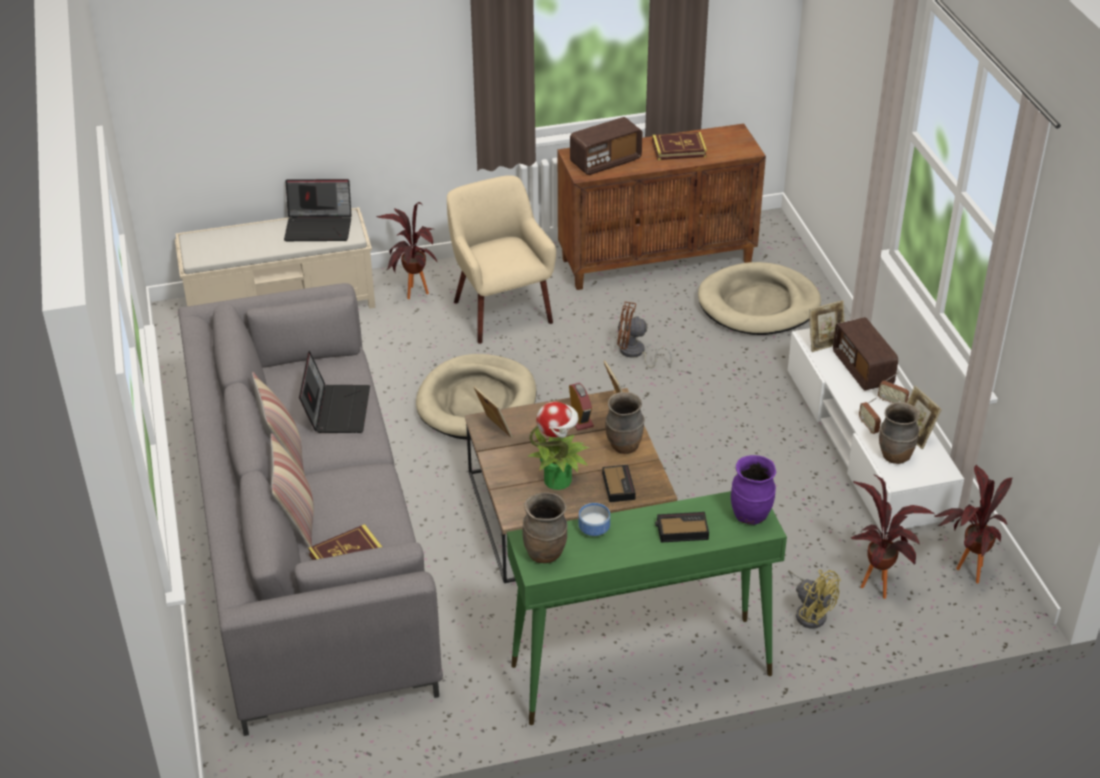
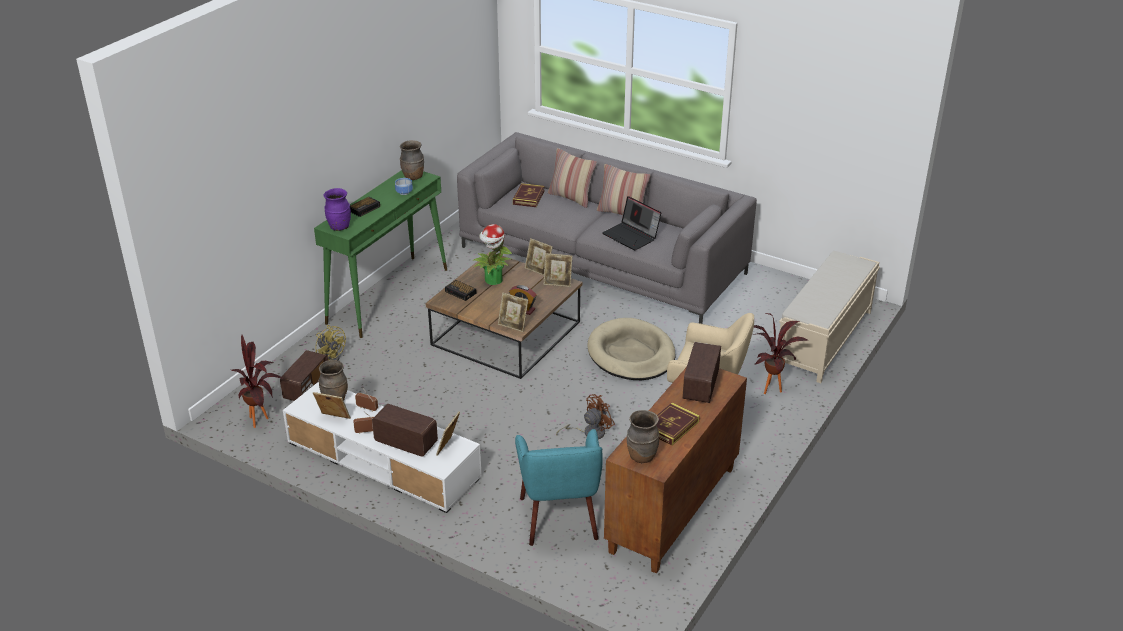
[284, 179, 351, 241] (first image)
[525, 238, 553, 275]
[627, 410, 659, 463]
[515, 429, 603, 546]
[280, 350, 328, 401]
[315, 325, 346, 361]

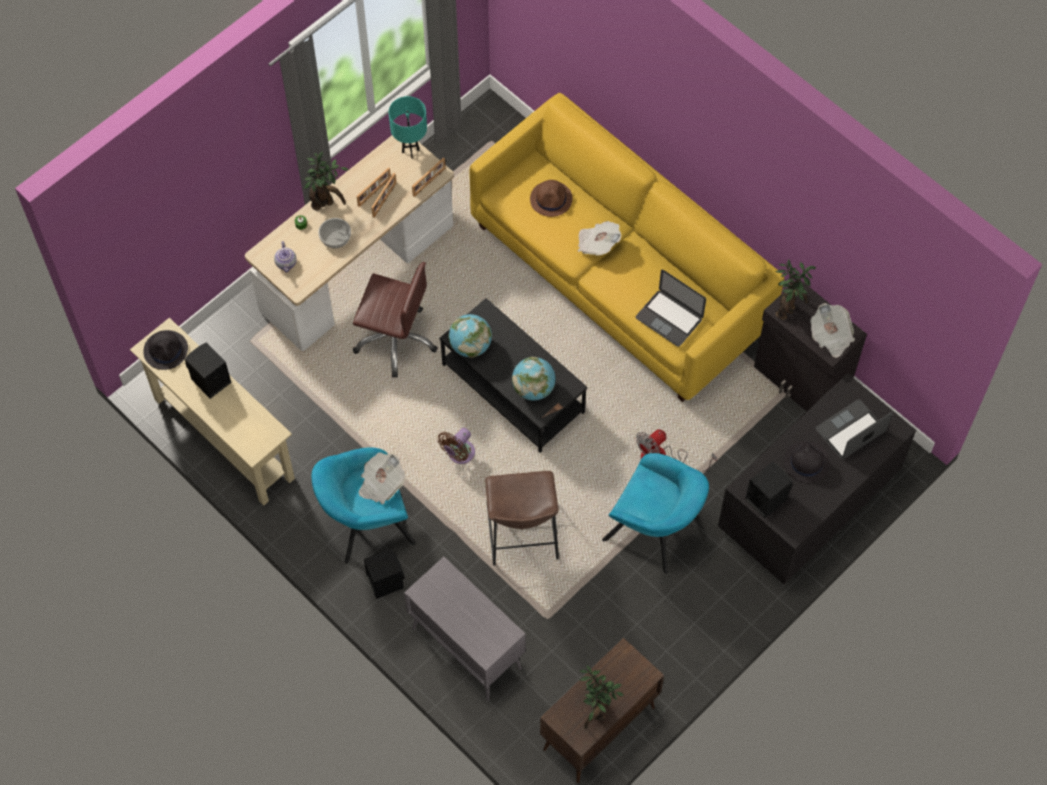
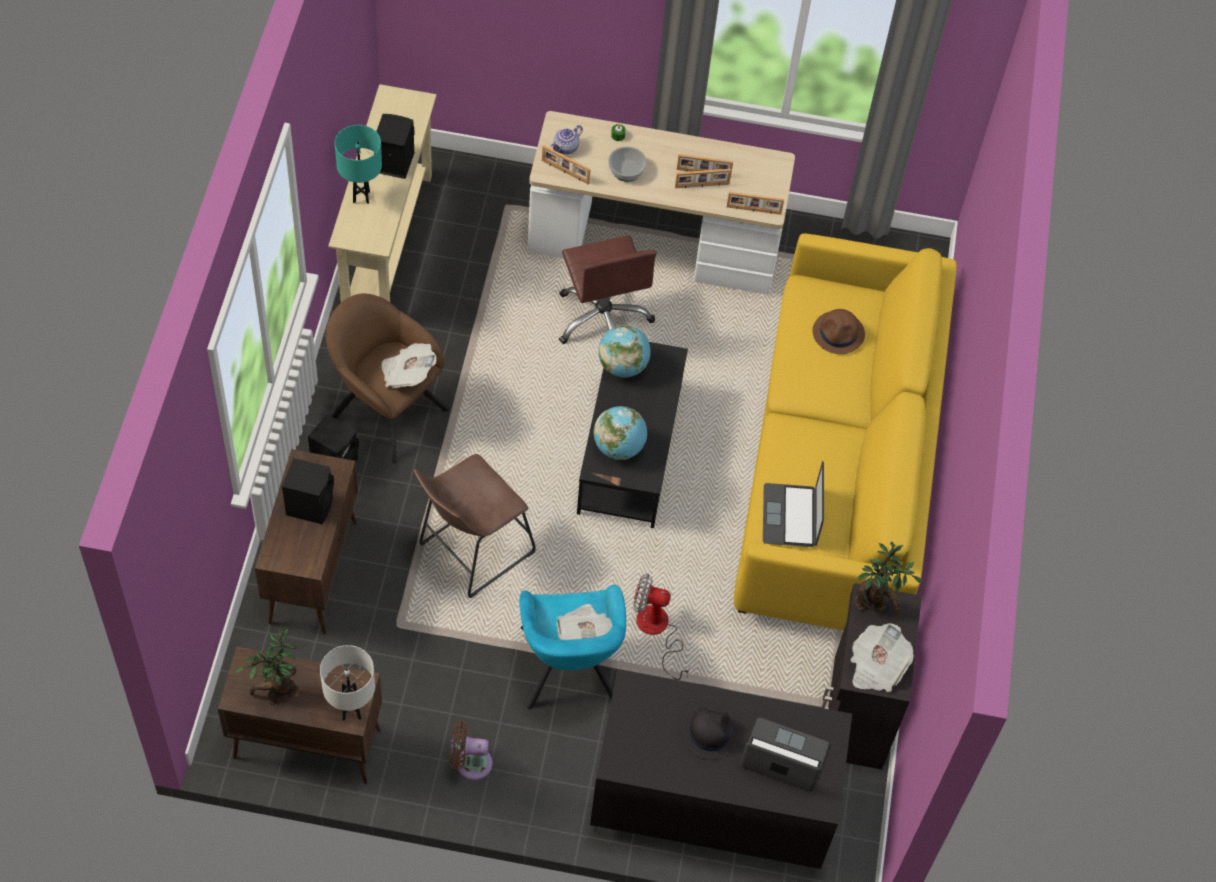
[143, 330, 188, 370] (first image)
[304, 152, 348, 211] (first image)
[320, 645, 375, 721]
[542, 145, 591, 185]
[335, 125, 382, 204]
[450, 721, 493, 780]
[556, 604, 613, 640]
[282, 458, 334, 524]
[326, 293, 450, 464]
[255, 449, 358, 634]

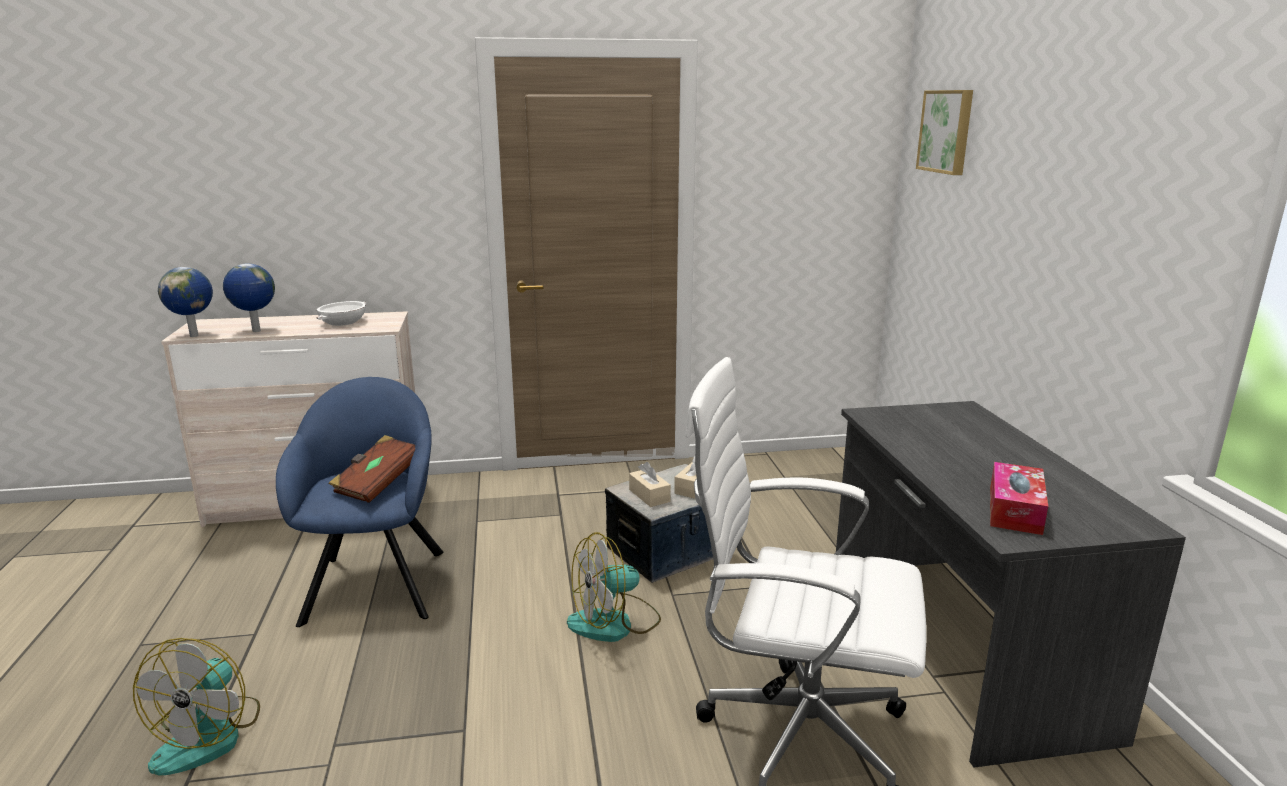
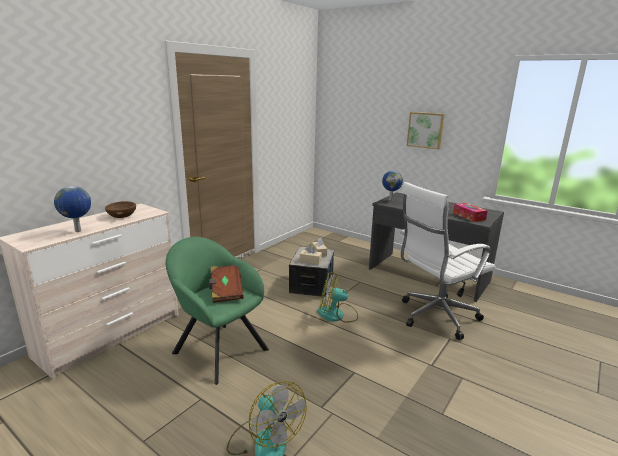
[382, 171, 403, 201]
[407, 112, 444, 149]
[165, 237, 269, 385]
[105, 201, 136, 218]
[318, 272, 358, 323]

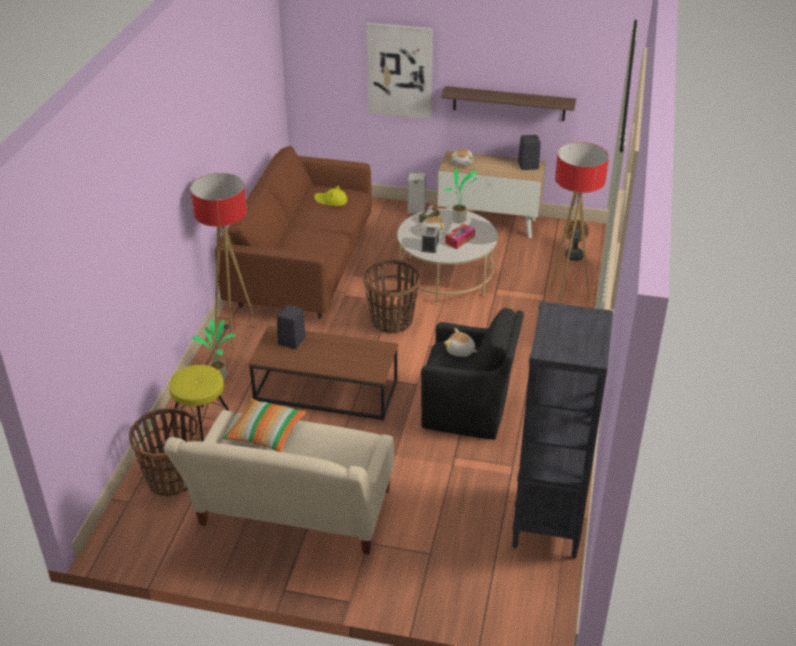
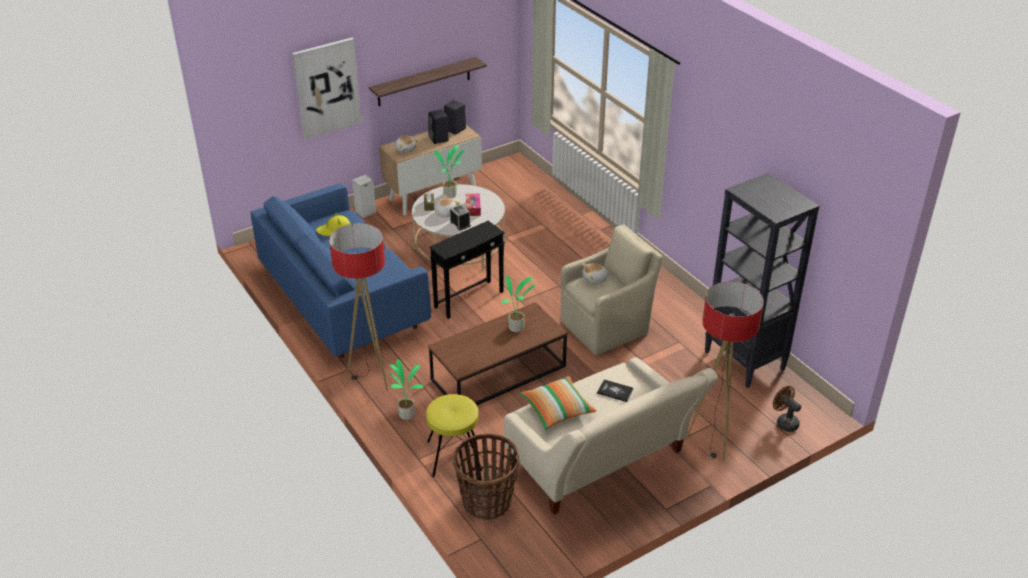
[502, 276, 536, 332]
[597, 379, 633, 402]
[428, 109, 449, 144]
[686, 281, 764, 461]
[773, 386, 801, 432]
[429, 221, 505, 319]
[250, 183, 431, 358]
[561, 224, 663, 355]

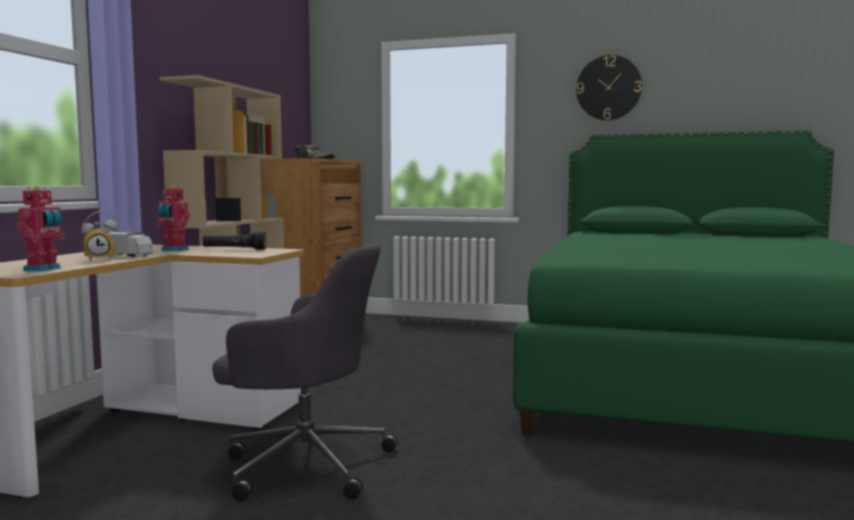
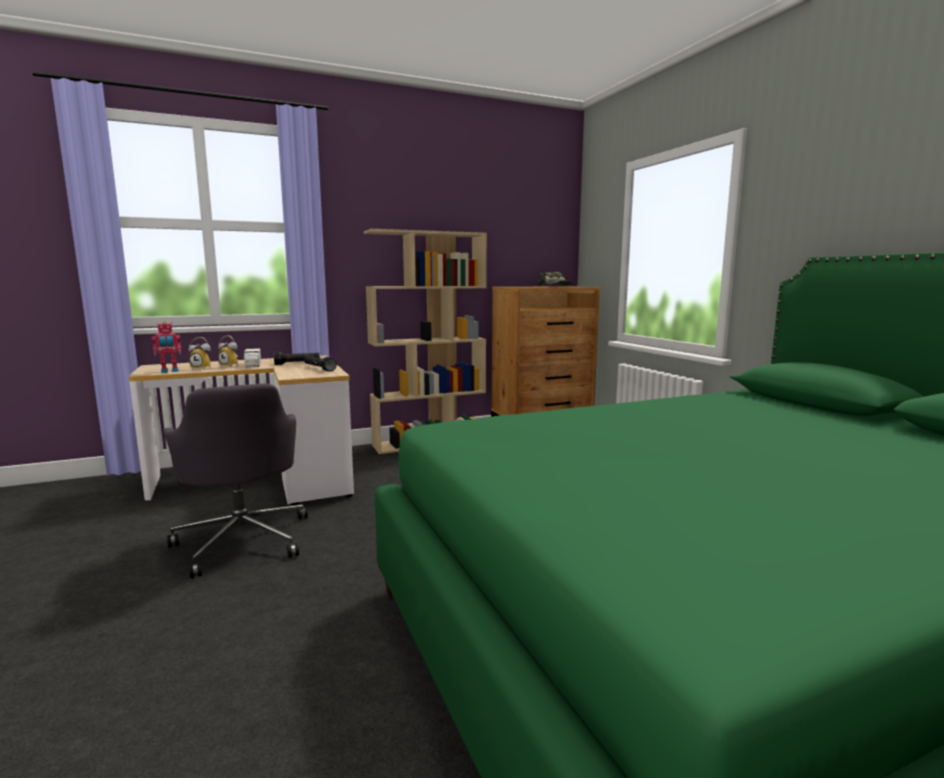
[576, 55, 642, 120] (first image)
[189, 337, 211, 370]
[274, 352, 320, 365]

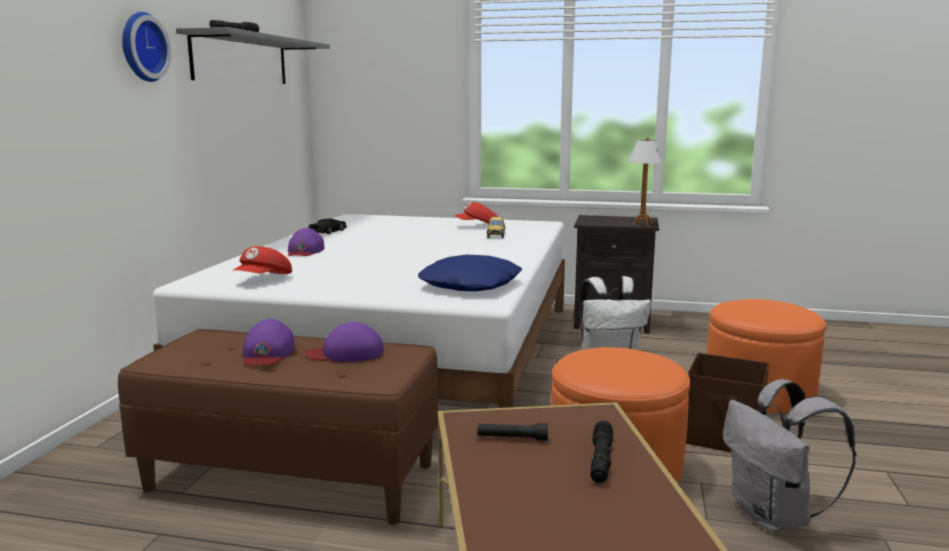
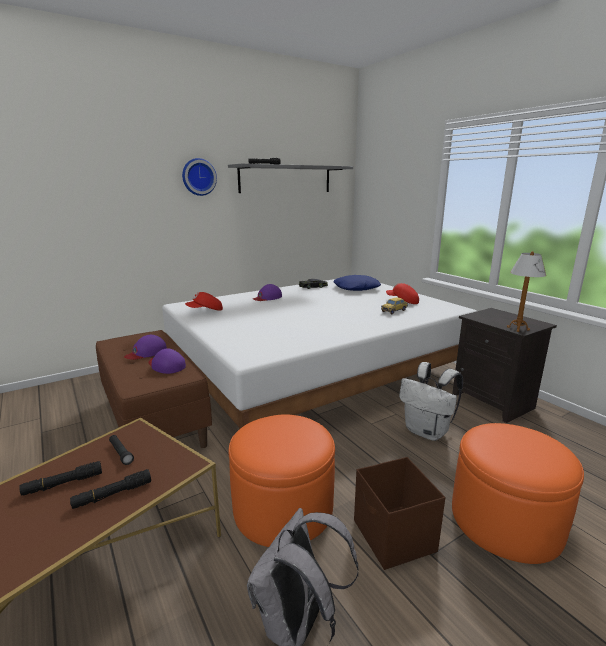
[19, 461, 102, 496]
[334, 275, 381, 291]

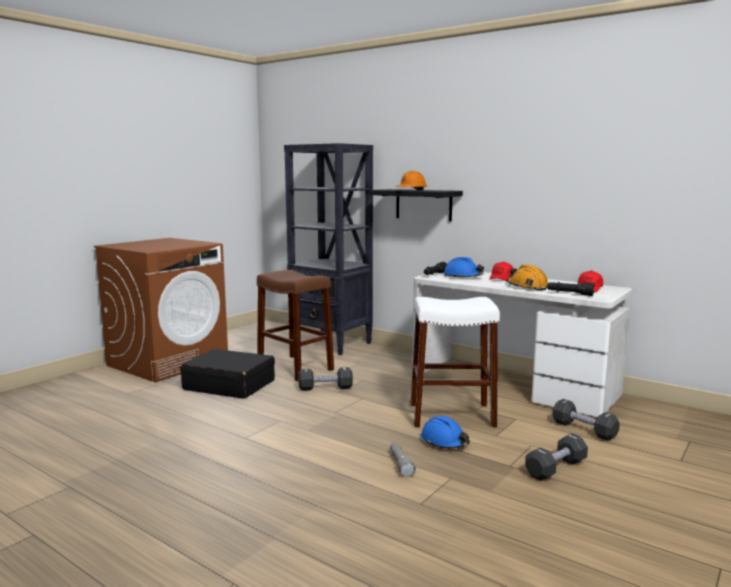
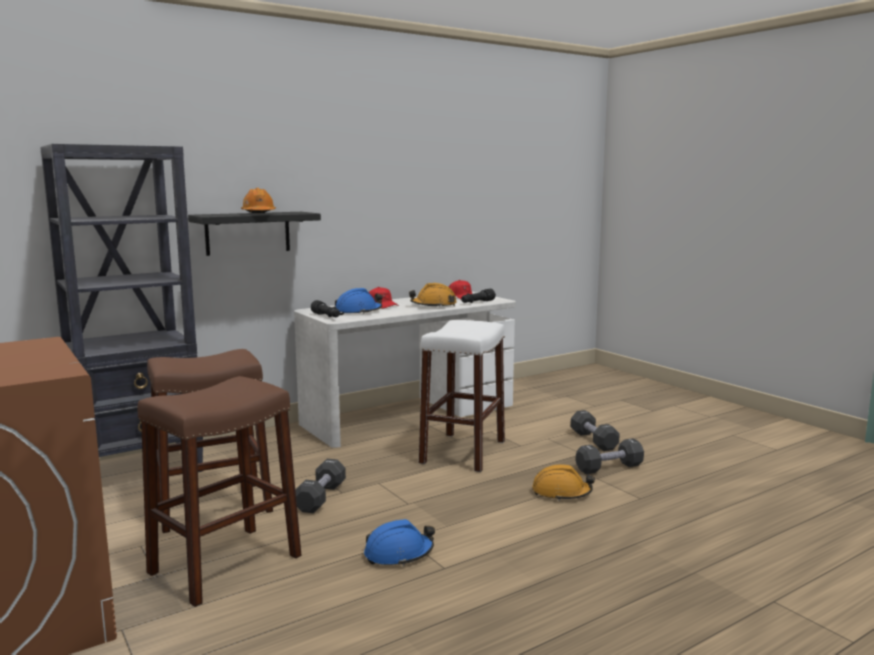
[364, 519, 435, 566]
[576, 438, 644, 474]
[137, 376, 301, 607]
[532, 464, 595, 501]

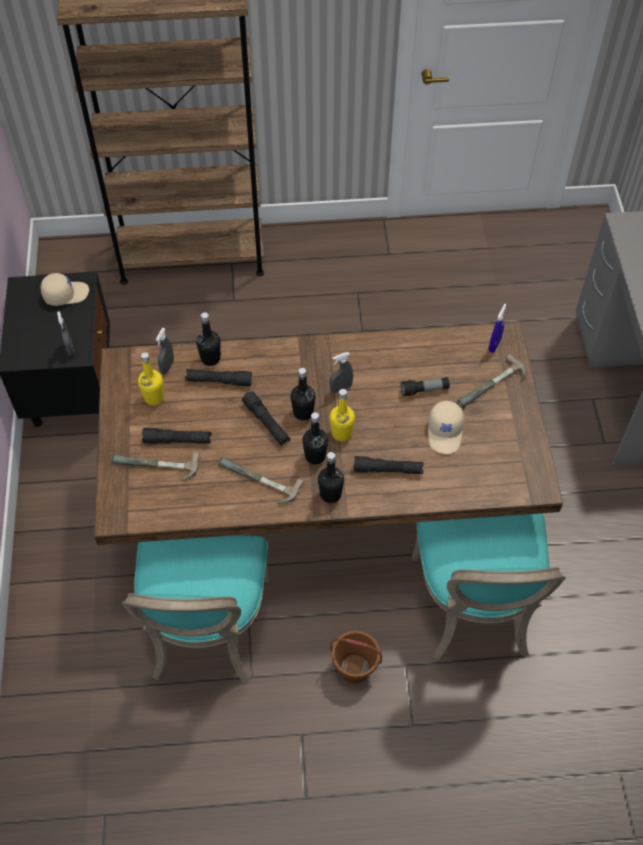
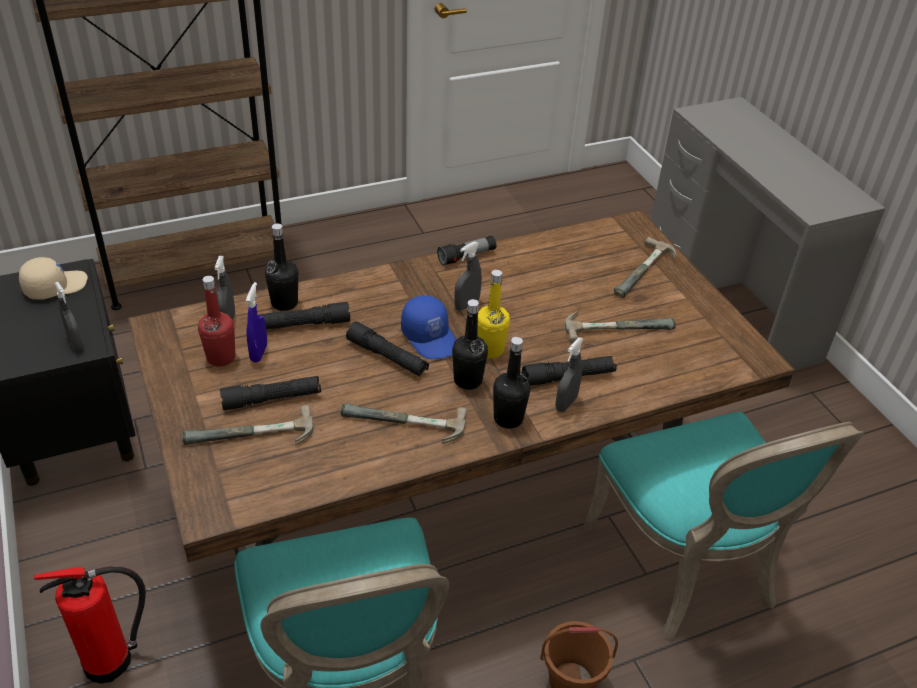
[34, 566, 146, 684]
[555, 337, 584, 412]
[437, 235, 496, 266]
[246, 282, 267, 363]
[401, 295, 456, 359]
[565, 311, 676, 343]
[198, 276, 235, 367]

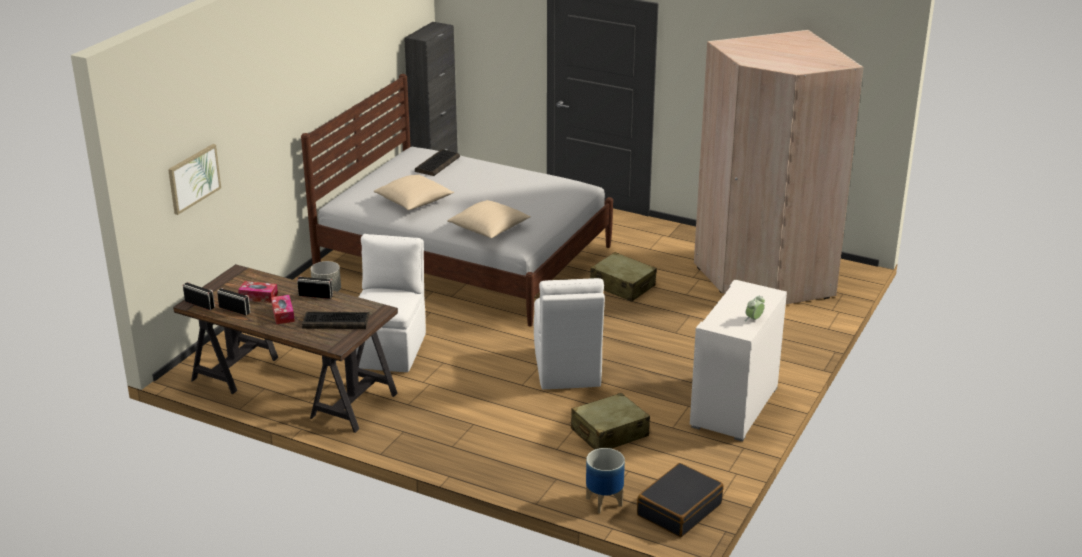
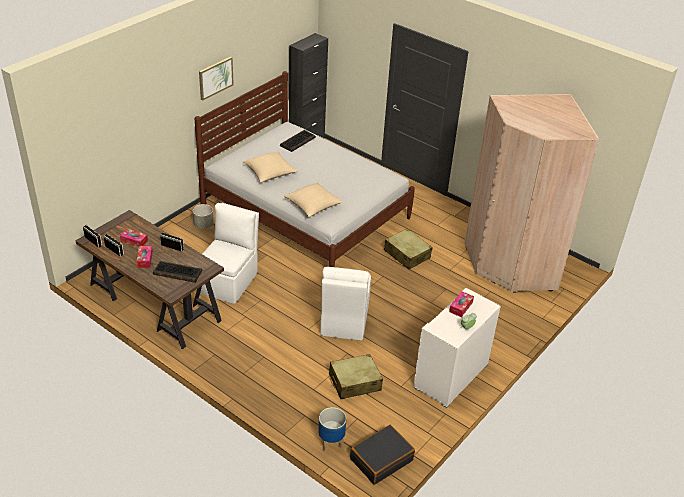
[449, 291, 474, 317]
[199, 57, 234, 101]

